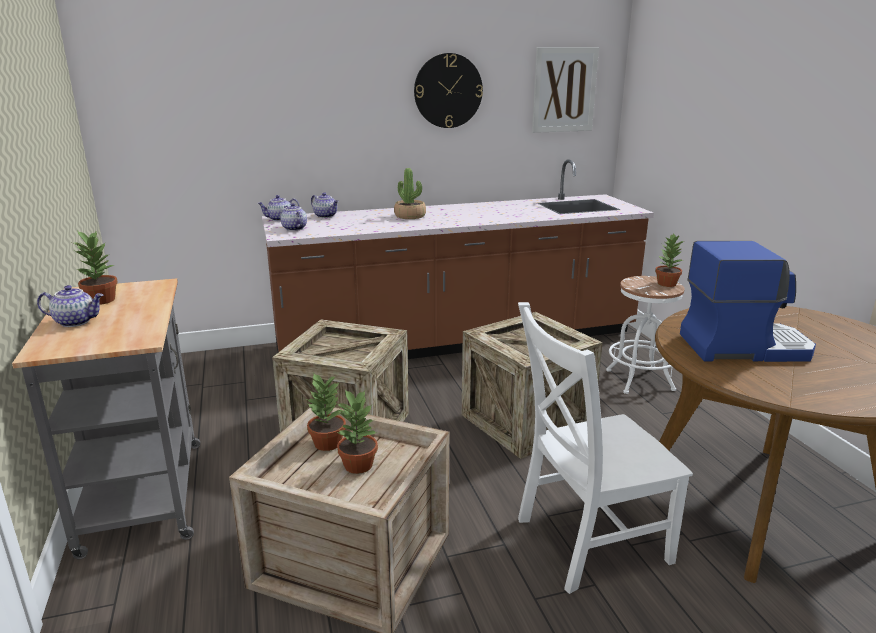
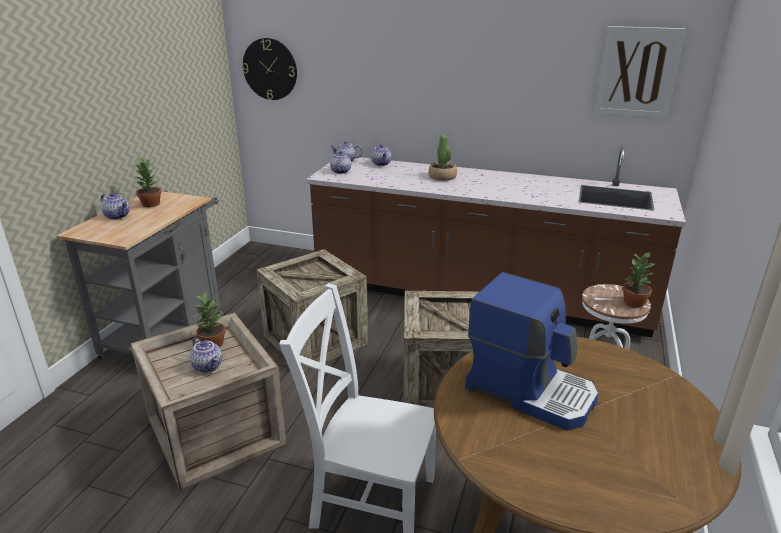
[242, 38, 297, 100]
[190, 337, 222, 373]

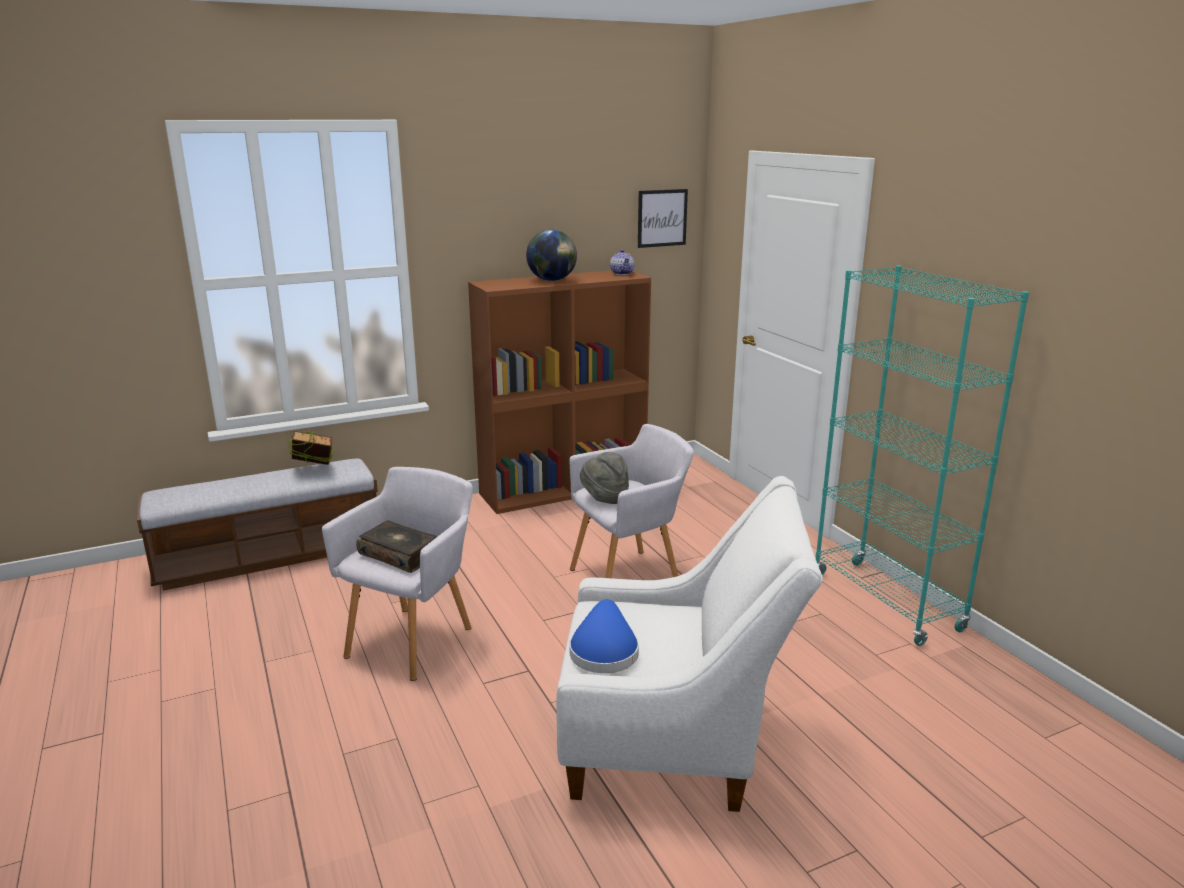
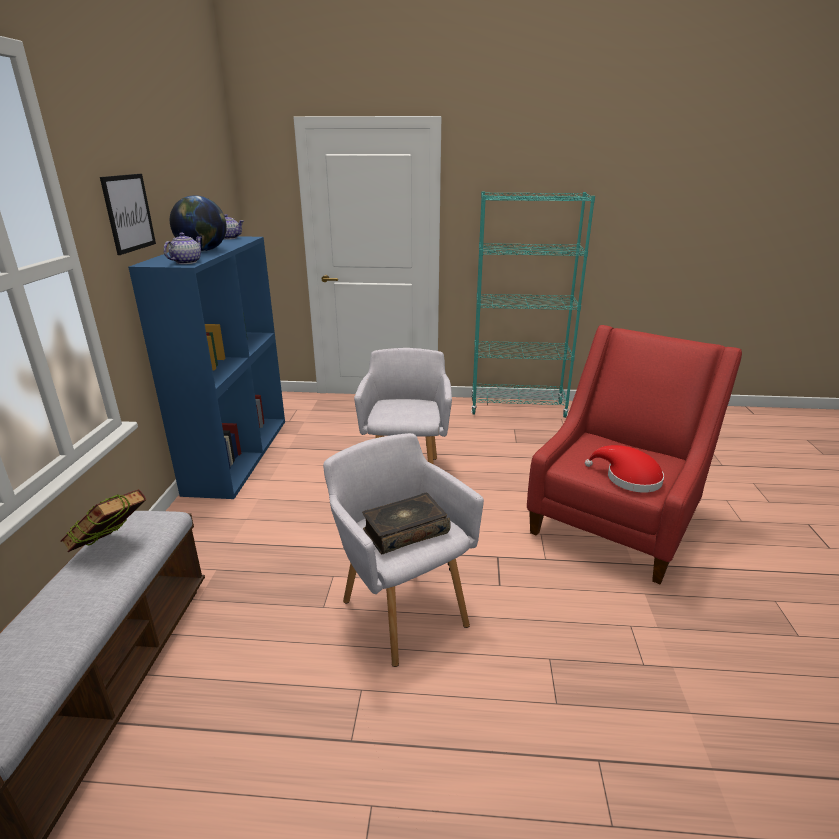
[580, 452, 629, 504] (first image)
[164, 233, 202, 264]
[100, 174, 156, 255]
[128, 236, 285, 499]
[527, 325, 742, 584]
[585, 445, 664, 493]

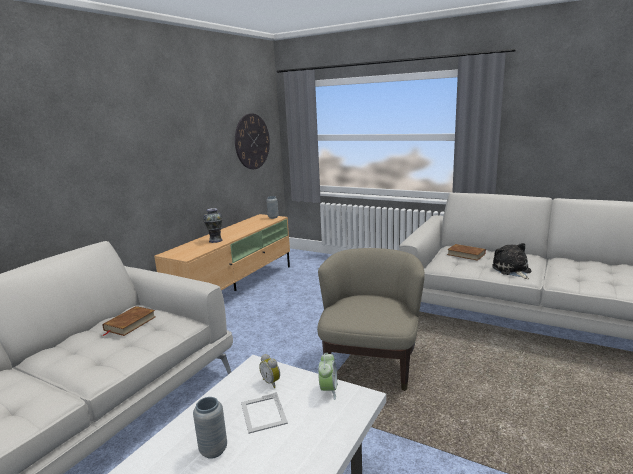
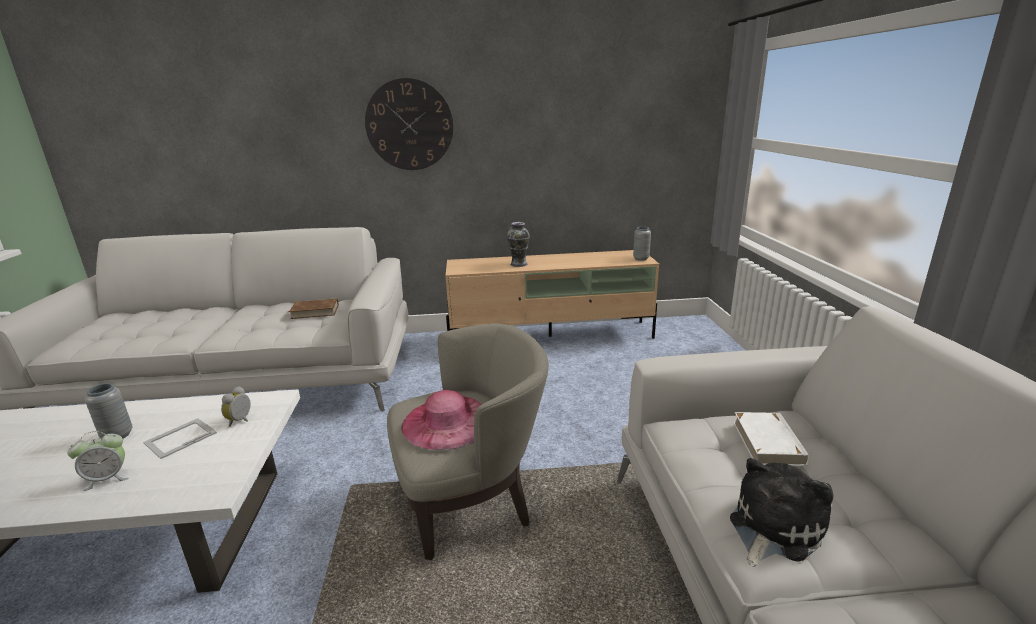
[401, 390, 482, 450]
[365, 78, 453, 170]
[67, 431, 128, 491]
[733, 412, 809, 466]

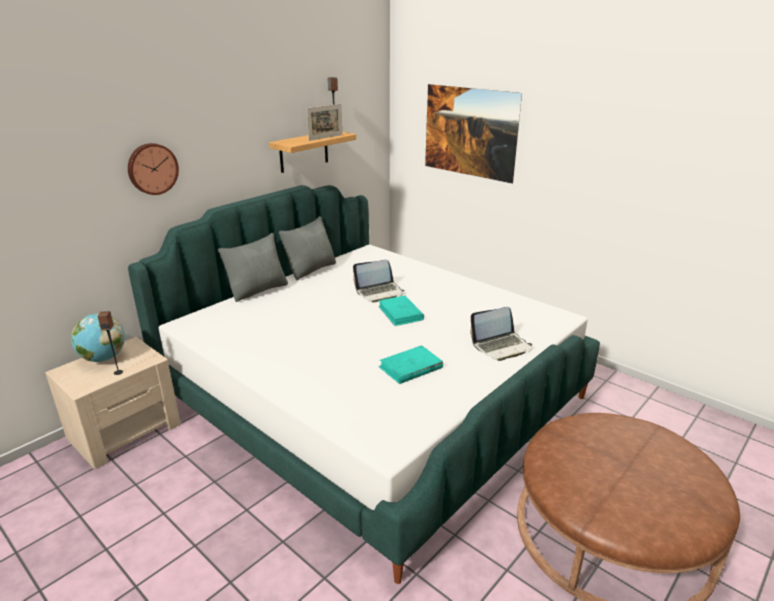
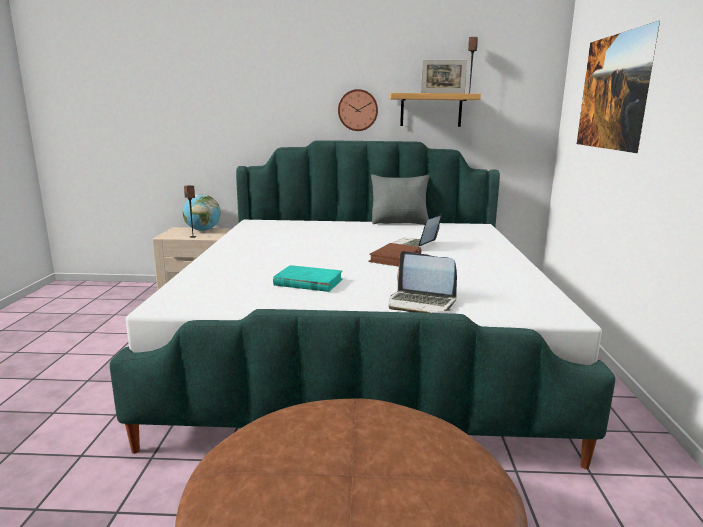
[218, 233, 288, 302] (first image)
[338, 89, 378, 131]
[368, 243, 422, 266]
[392, 214, 442, 247]

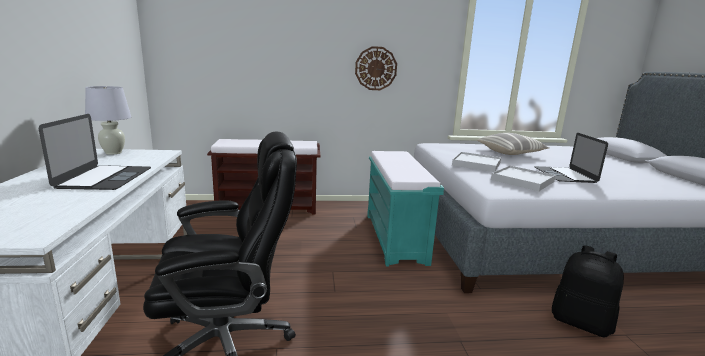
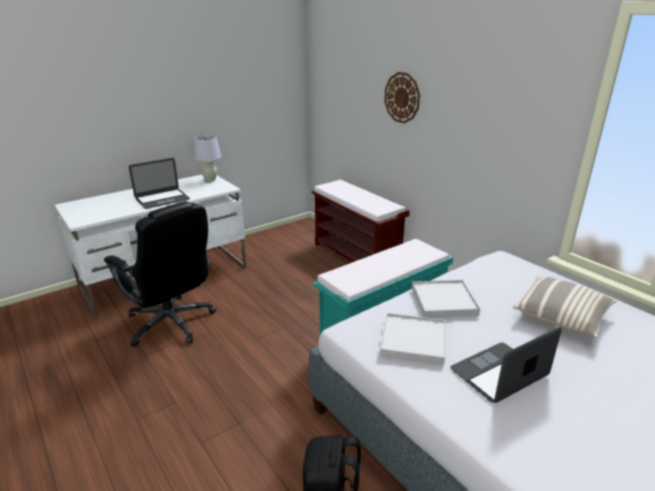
[384, 72, 420, 123]

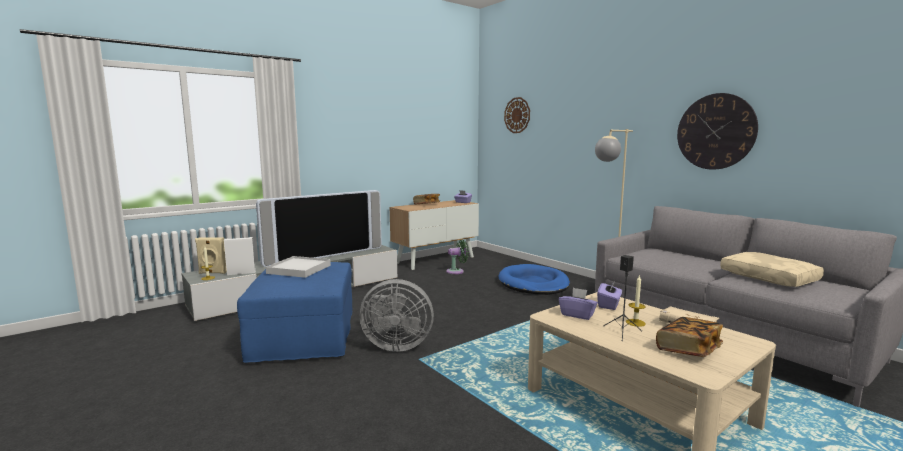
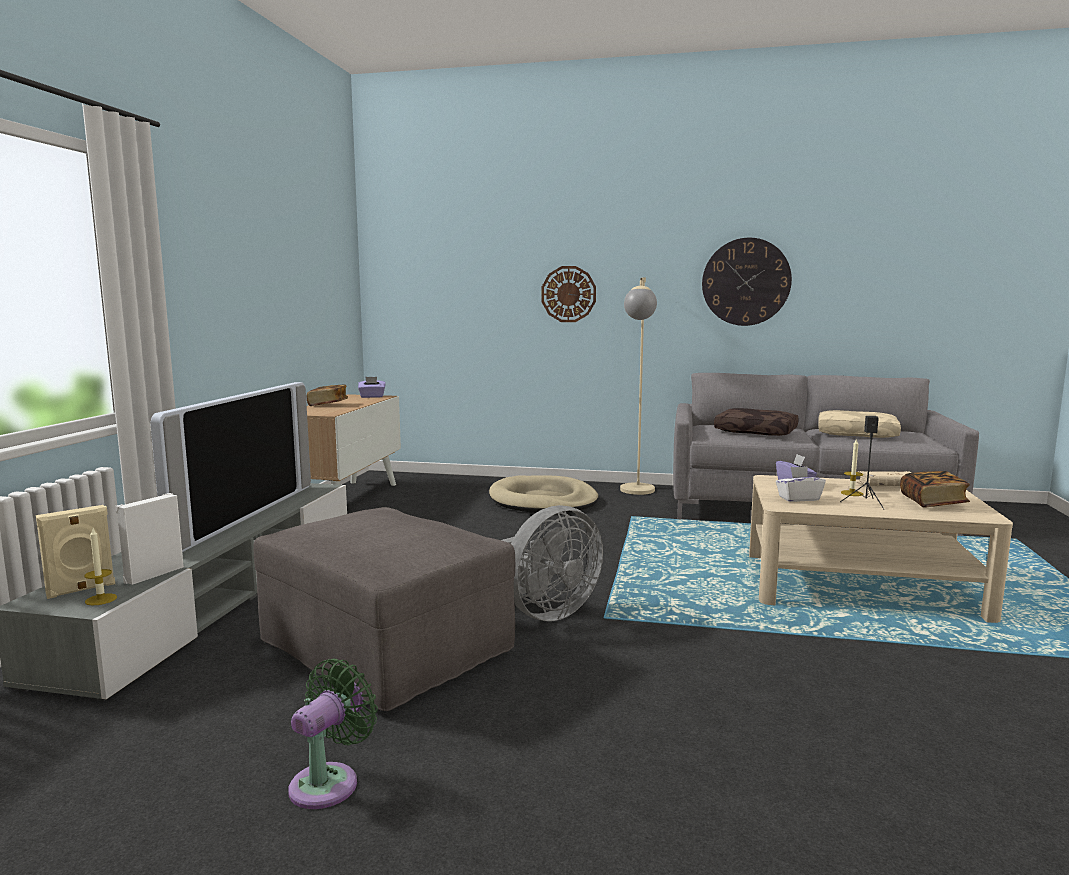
[266, 256, 331, 278] (first image)
[714, 408, 799, 436]
[288, 658, 378, 809]
[541, 266, 596, 322]
[253, 507, 515, 711]
[489, 475, 599, 513]
[776, 466, 826, 502]

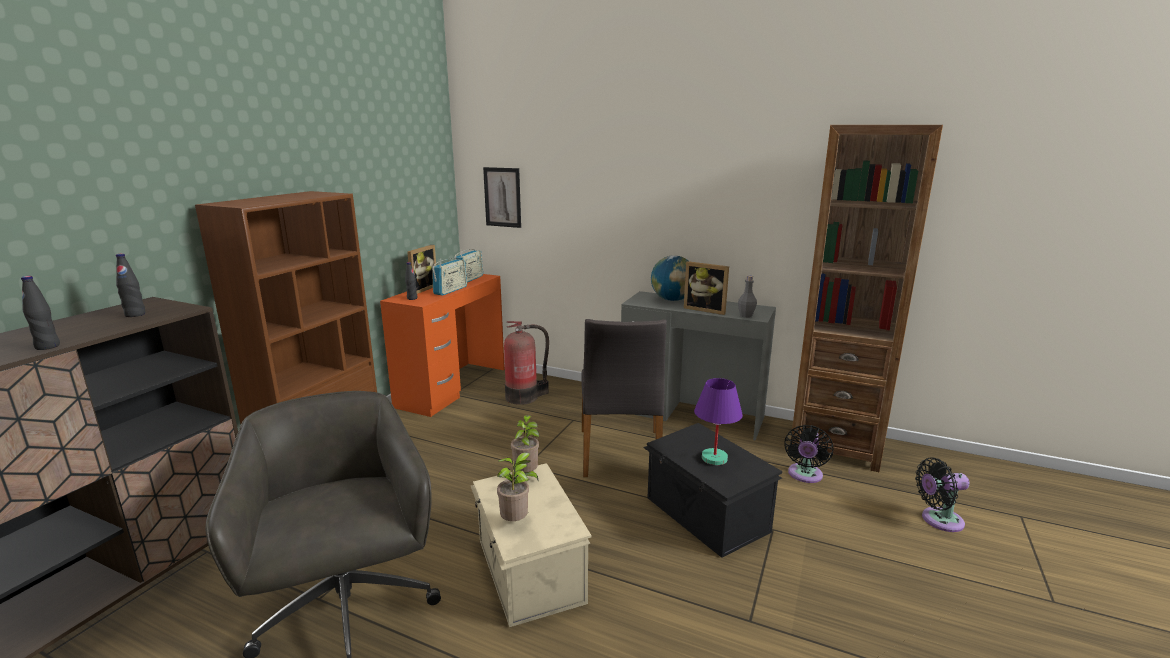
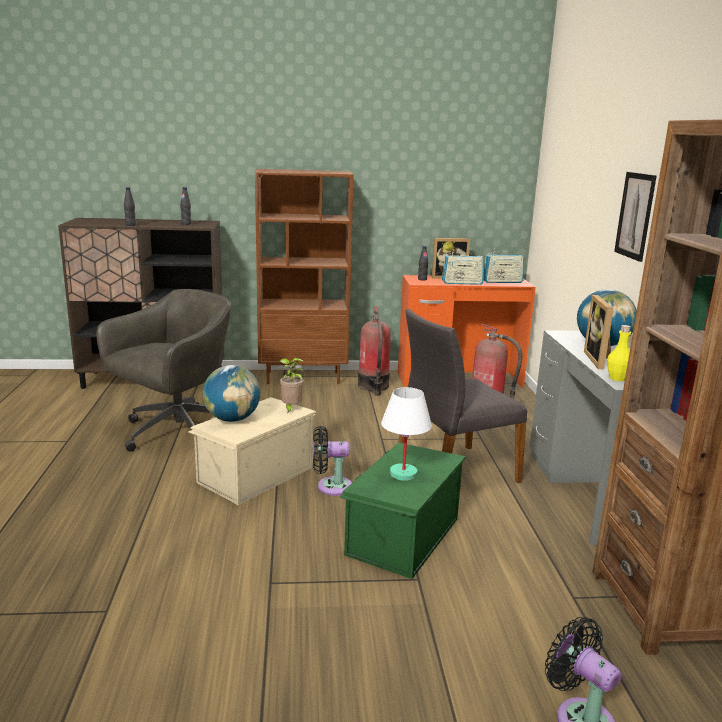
[358, 306, 391, 396]
[614, 172, 657, 262]
[313, 426, 352, 496]
[203, 365, 260, 422]
[339, 442, 466, 579]
[381, 387, 432, 481]
[607, 325, 631, 381]

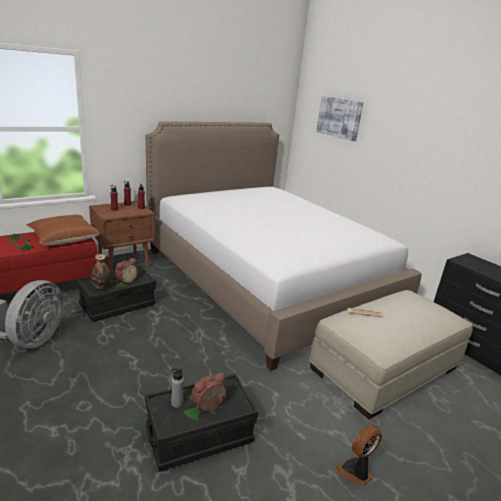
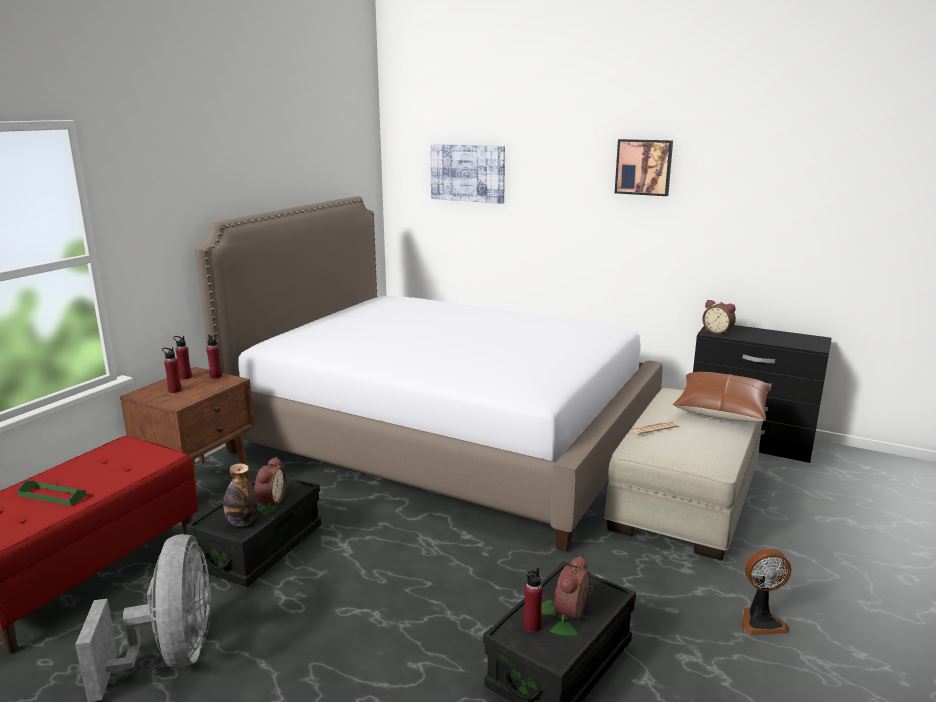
[615, 139, 673, 196]
[702, 300, 736, 335]
[673, 372, 771, 422]
[523, 568, 543, 632]
[742, 548, 791, 635]

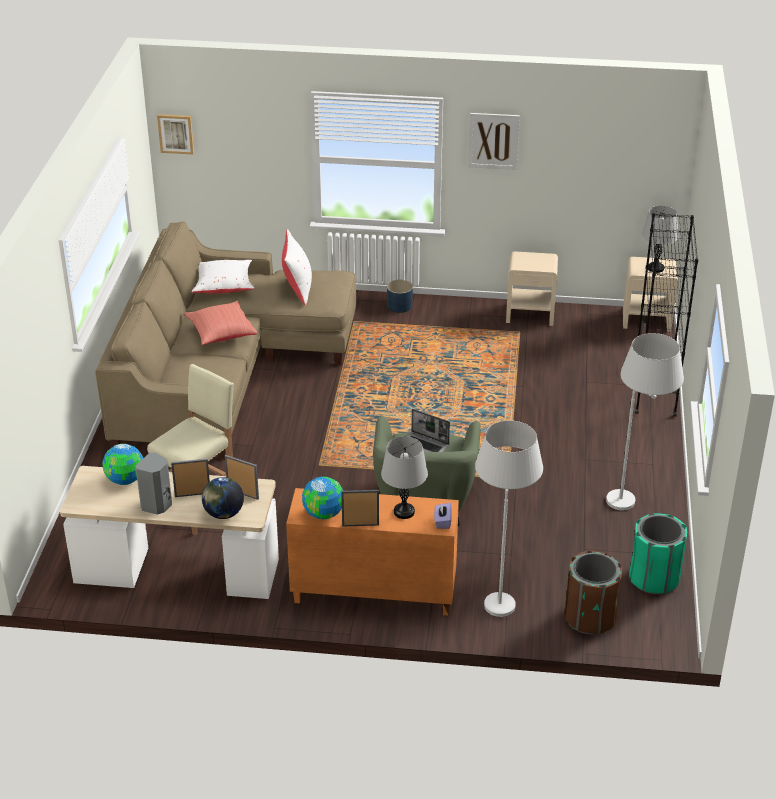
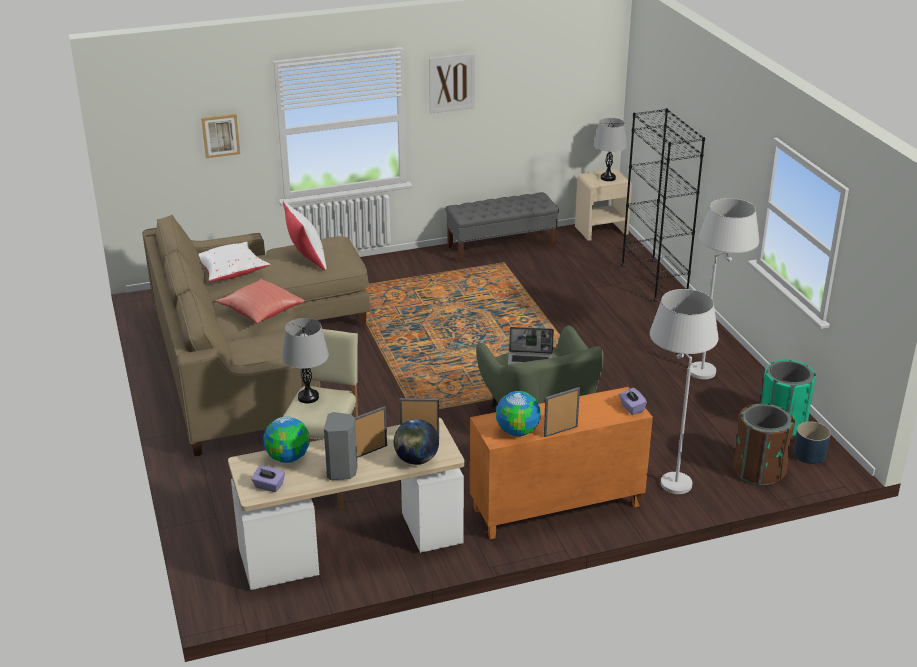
[251, 466, 285, 492]
[201, 114, 240, 158]
[282, 318, 329, 404]
[794, 421, 831, 464]
[445, 192, 559, 263]

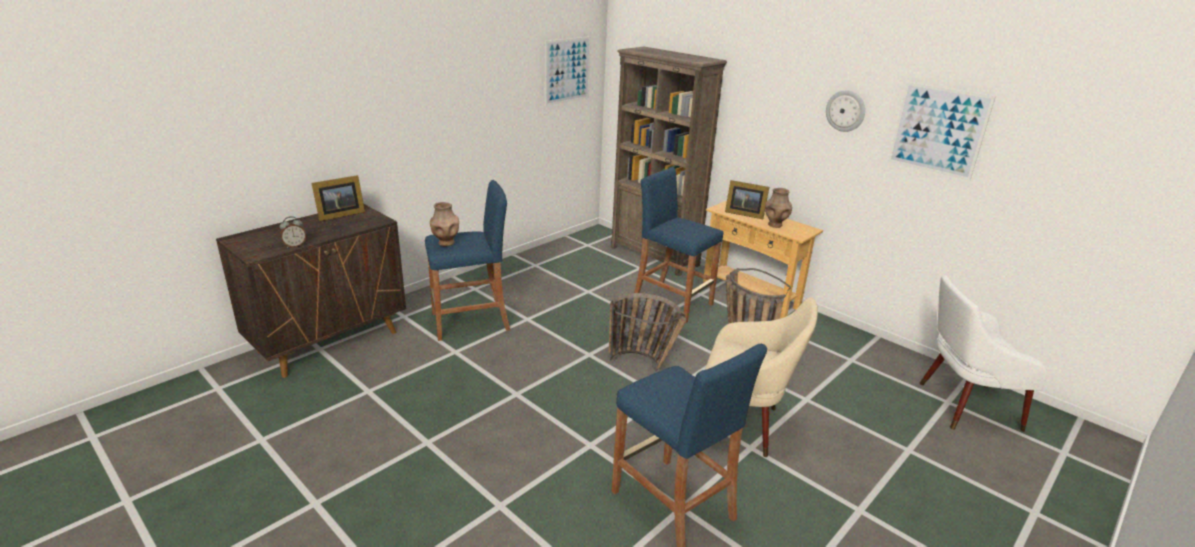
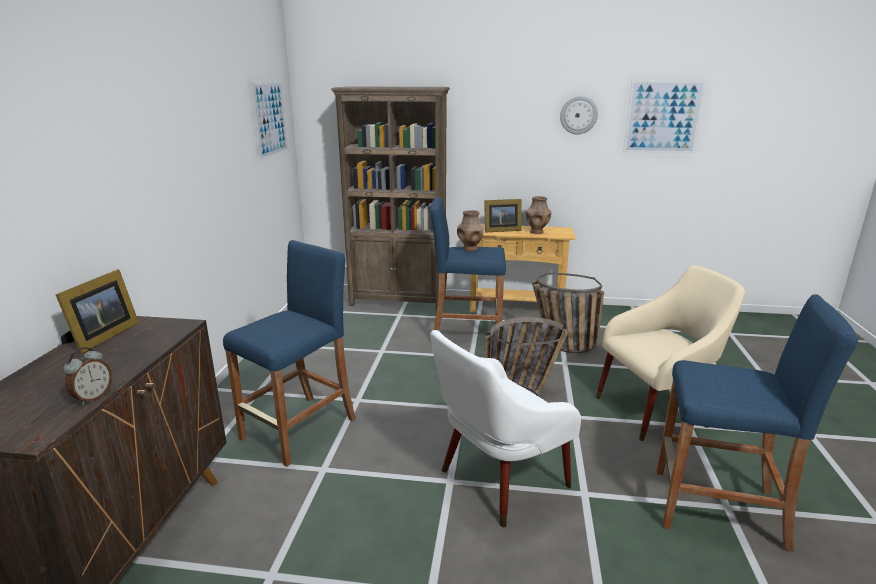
[457, 210, 484, 251]
[430, 330, 581, 527]

